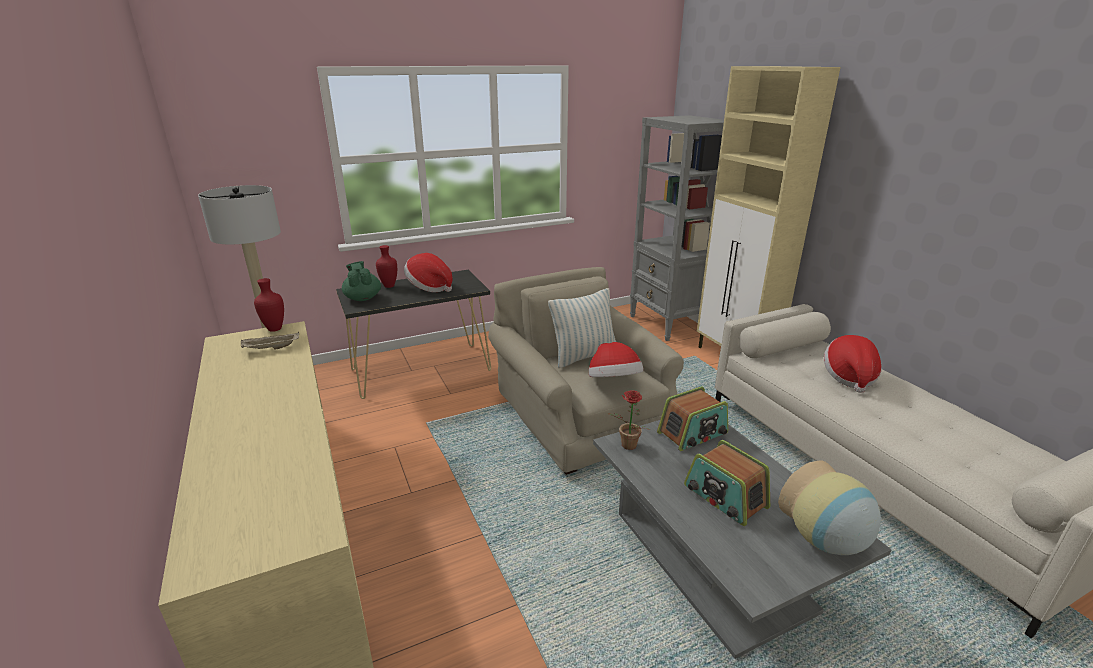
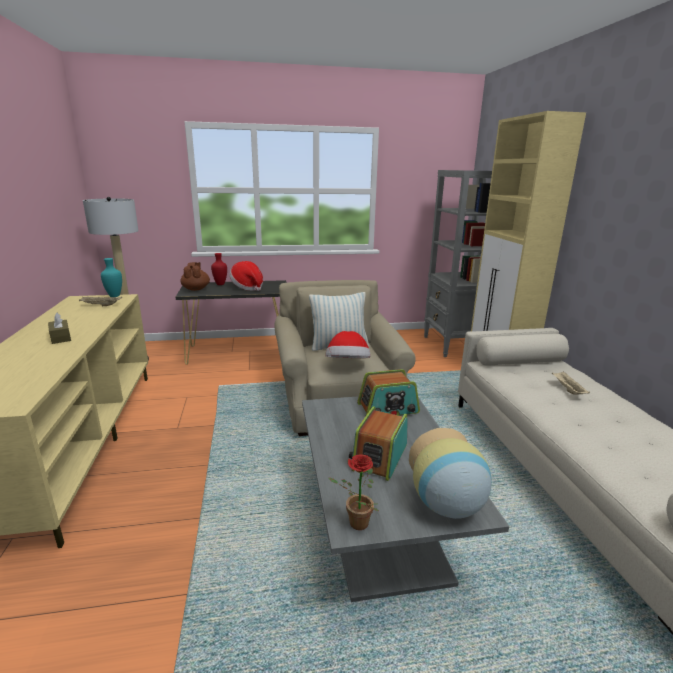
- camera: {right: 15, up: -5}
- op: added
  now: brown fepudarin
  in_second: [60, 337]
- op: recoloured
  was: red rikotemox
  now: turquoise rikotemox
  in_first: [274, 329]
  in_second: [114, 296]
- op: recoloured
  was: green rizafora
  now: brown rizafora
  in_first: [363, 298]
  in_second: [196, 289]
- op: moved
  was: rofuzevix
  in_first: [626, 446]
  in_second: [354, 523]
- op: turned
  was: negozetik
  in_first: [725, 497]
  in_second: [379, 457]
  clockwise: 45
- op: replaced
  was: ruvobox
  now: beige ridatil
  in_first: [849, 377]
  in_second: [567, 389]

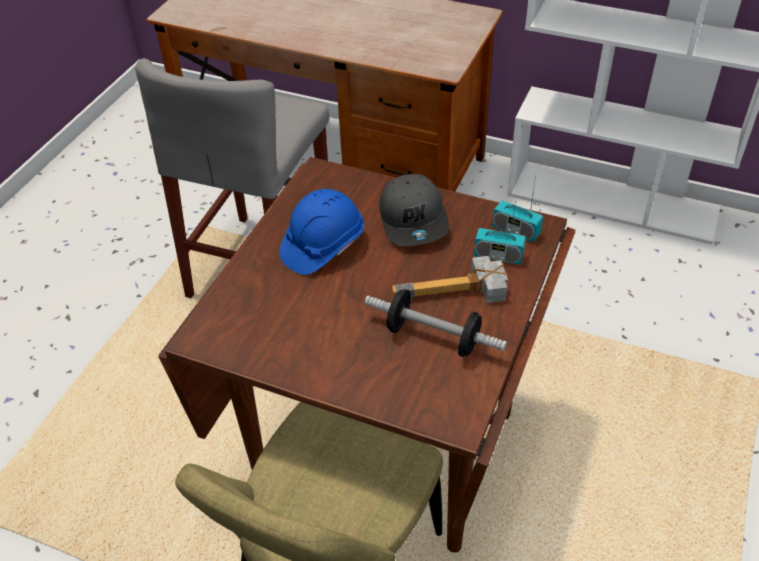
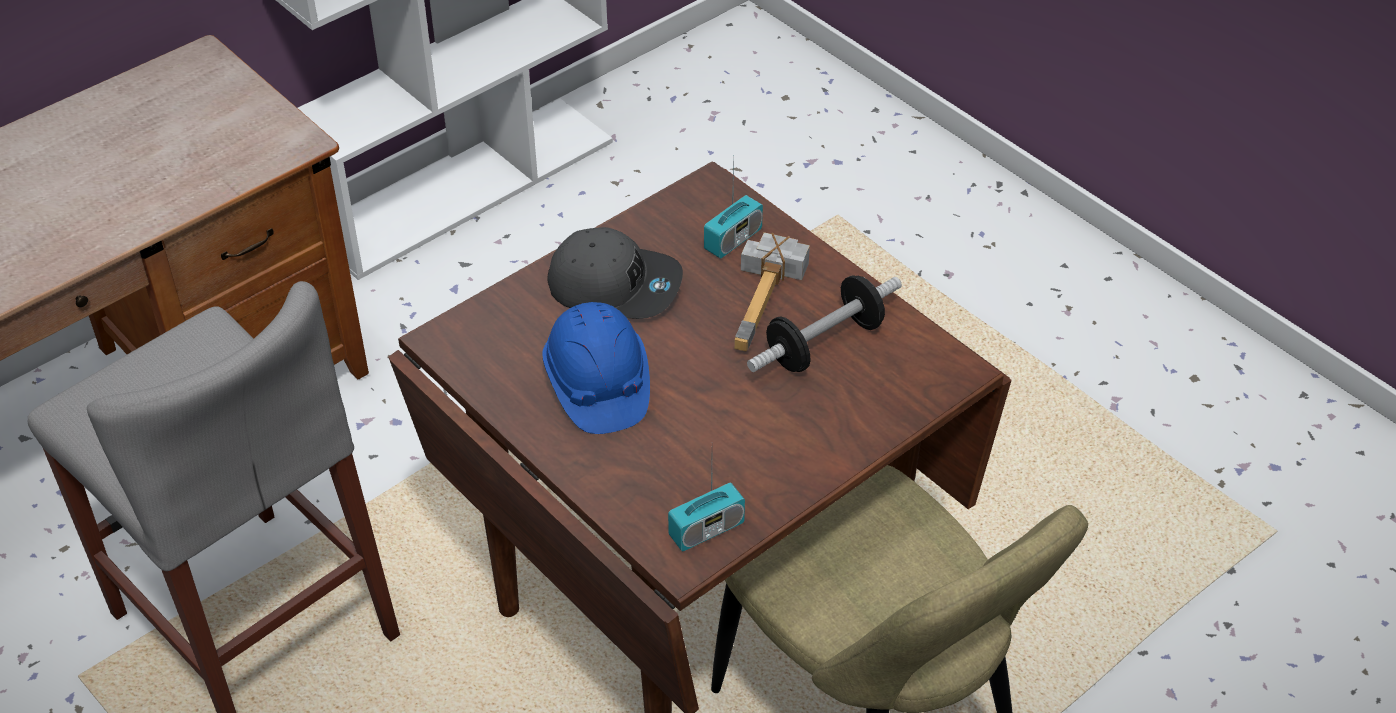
- camera: {right: -65, up: 0}
- op: moved
  was: negozetik
  in_first: [516, 231]
  in_second: [706, 530]

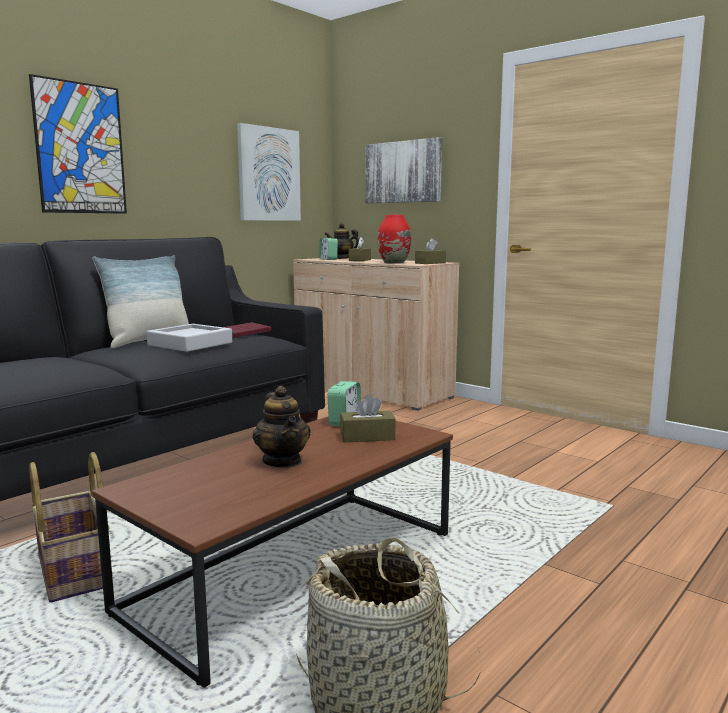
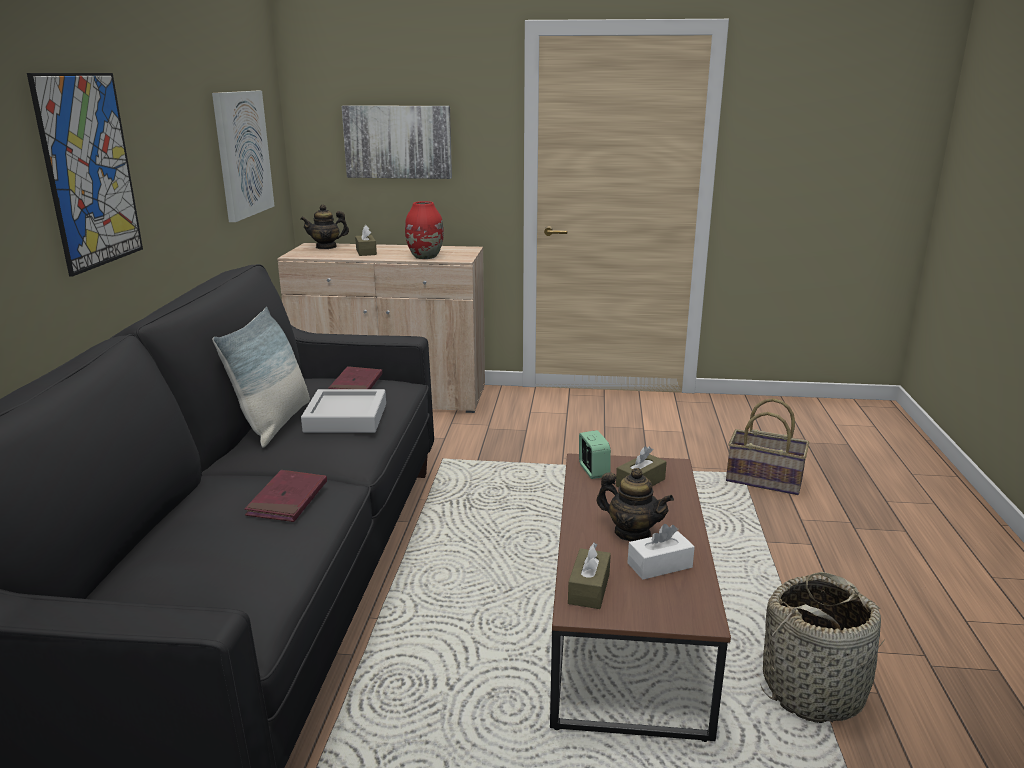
- camera: {right: -35, up: 10}
- op: added
  now: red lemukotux
  in_second: [288, 499]
- op: moved
  was: brown fepudarin
  in_first: [430, 263]
  in_second: [589, 588]
- op: added
  now: white fepudarin
  in_second: [659, 565]
- op: moved
  was: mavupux
  in_first: [76, 571]
  in_second: [764, 480]
- op: removed
  was: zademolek
  in_first: [328, 259]

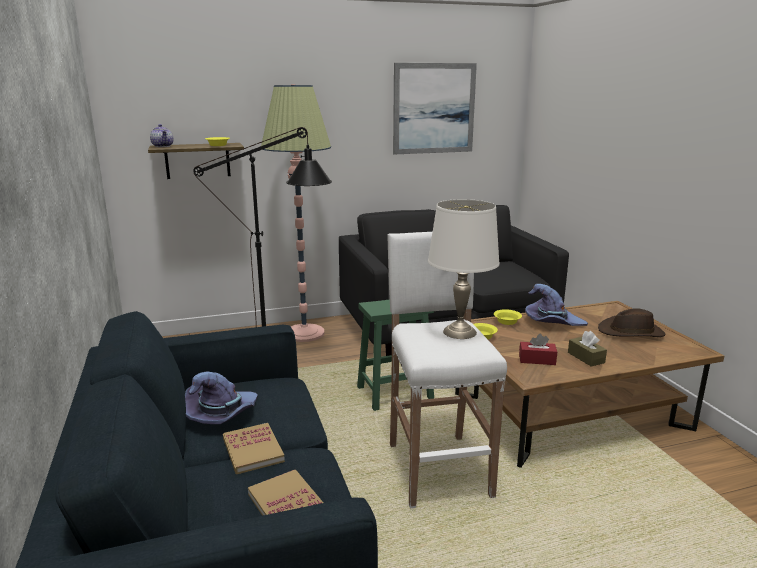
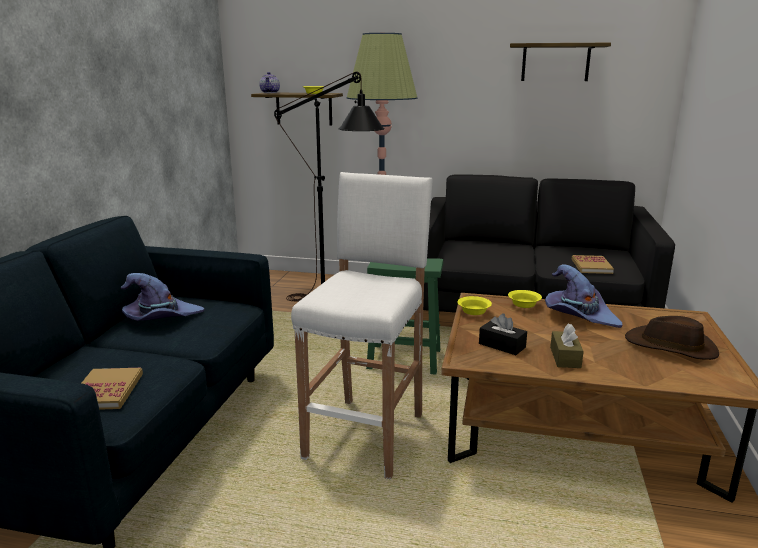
- camera: {right: 30, up: 0}
- op: recoloured
  was: red fepudarin
  now: black fepudarin
  in_first: [537, 360]
  in_second: [502, 345]
- op: replaced
  was: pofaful
  now: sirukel
  in_first: [434, 108]
  in_second: [555, 62]
- op: moved
  was: lemukotux
  in_first: [253, 450]
  in_second: [591, 266]
- op: removed
  was: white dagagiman
  in_first: [460, 332]

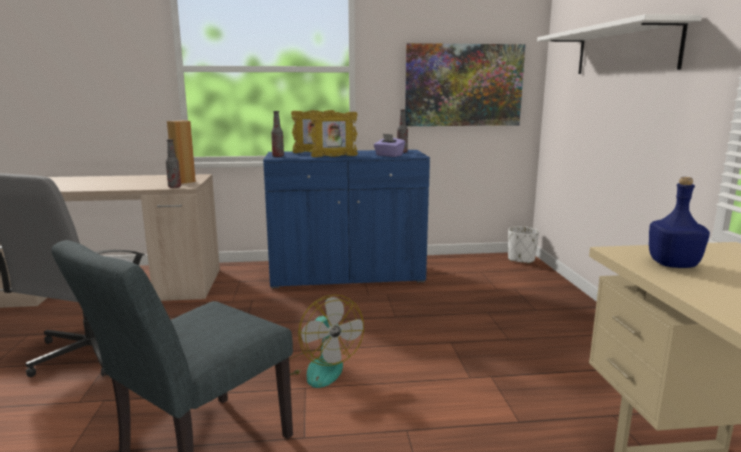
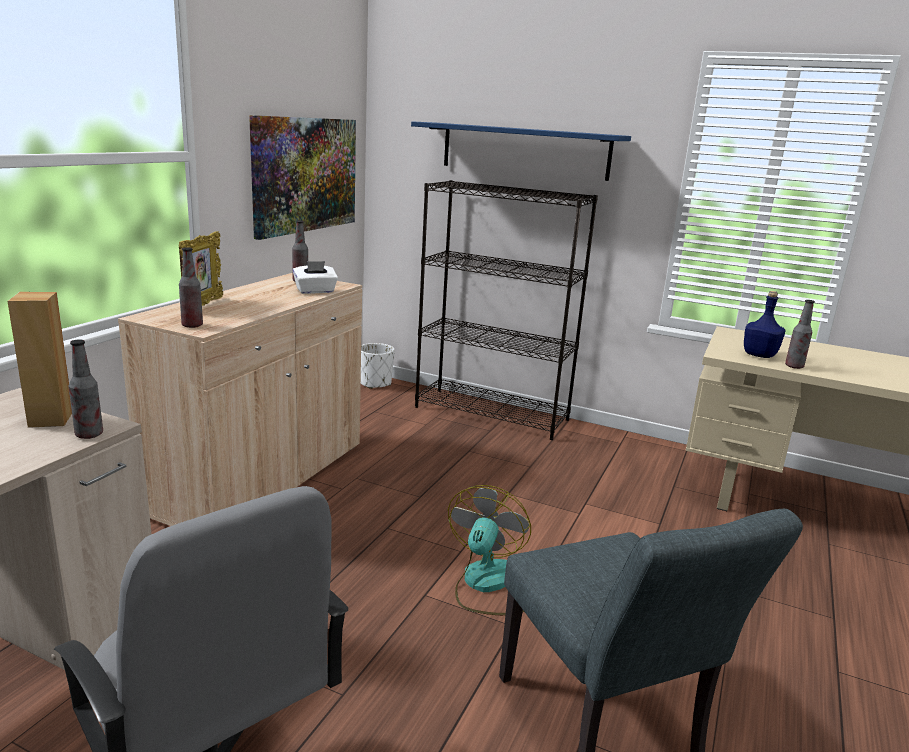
- camera: {right: -60, up: 5}
- op: recoloured
  was: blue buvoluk
  now: beige buvoluk
  in_first: [347, 275]
  in_second: [262, 478]
- op: recoloured
  was: purple fepudarin
  now: white fepudarin
  in_first: [389, 155]
  in_second: [315, 291]
- op: recoloured
  was: white sirukel
  now: blue sirukel
  in_first: [624, 50]
  in_second: [524, 151]
- op: added
  now: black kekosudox
  in_second: [492, 413]
- op: turned
  was: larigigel
  in_first: [319, 367]
  in_second: [488, 585]
  clockwise: -75
- op: added
  now: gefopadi
  in_second: [794, 366]
- op: removed
  was: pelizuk
  in_first: [334, 157]

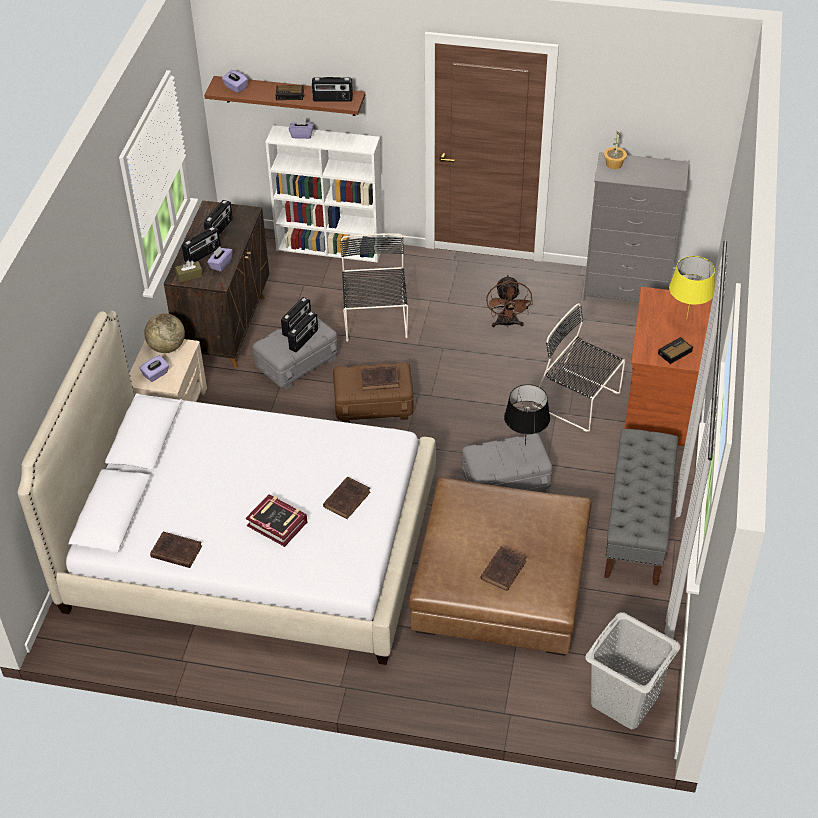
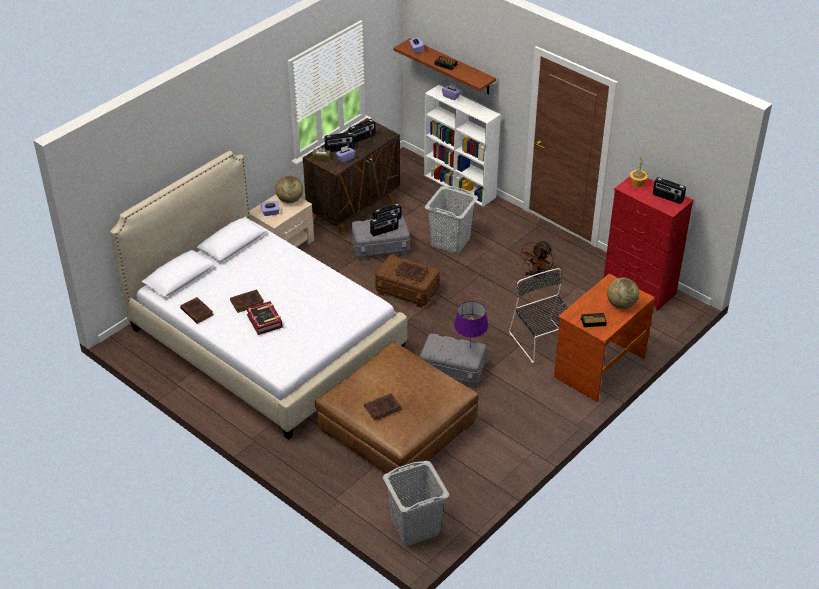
- camera: {right: 30, up: -5}
- op: moved
  was: brown lemukotux
  in_first: [347, 499]
  in_second: [248, 302]
- op: replaced
  was: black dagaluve
  now: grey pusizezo
  in_first: [375, 321]
  in_second: [450, 242]
- op: recoloured
  was: black dagagiman
  now: purple dagagiman
  in_first: [524, 445]
  in_second: [470, 348]
- op: recoloured
  was: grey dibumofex
  now: red dibumofex
  in_first: [627, 291]
  in_second: [639, 288]
- op: replaced
  was: yellow dagagiman
  now: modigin
  in_first: [686, 319]
  in_second: [621, 305]
- op: moved
  was: negozetik
  in_first: [332, 99]
  in_second: [667, 198]
- op: removed
  was: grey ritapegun
  in_first: [637, 526]

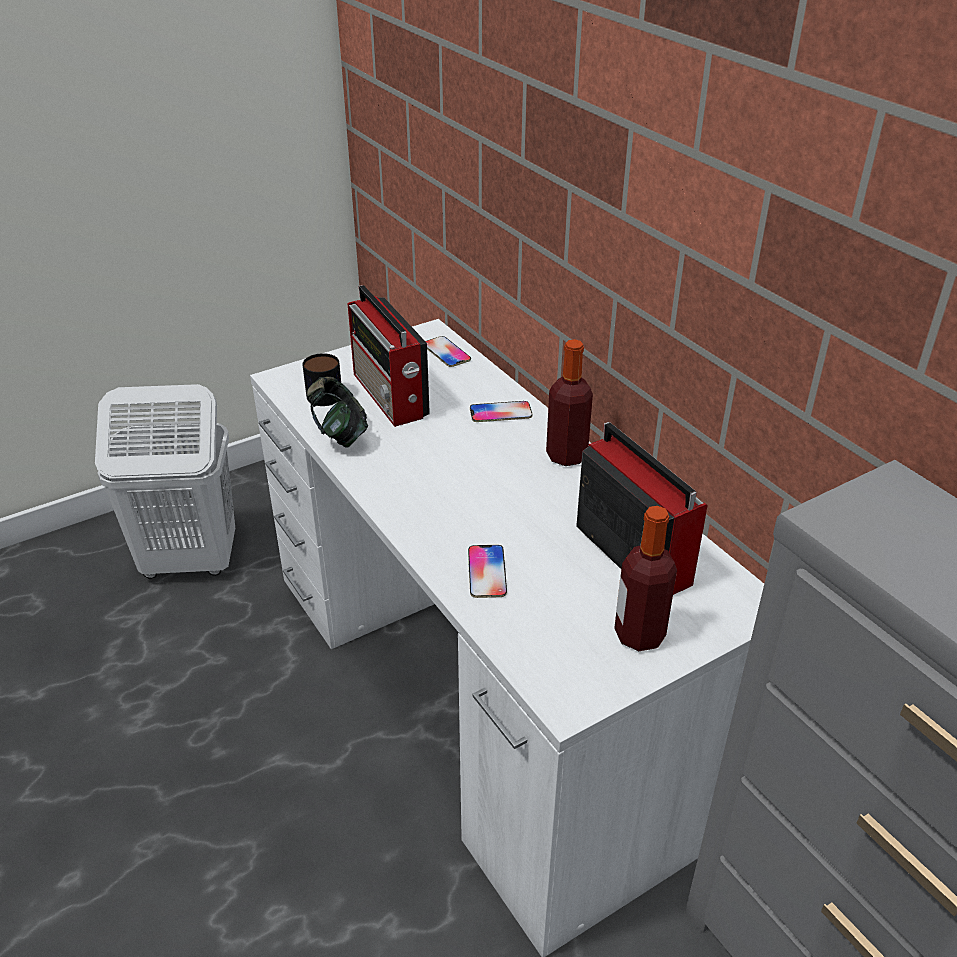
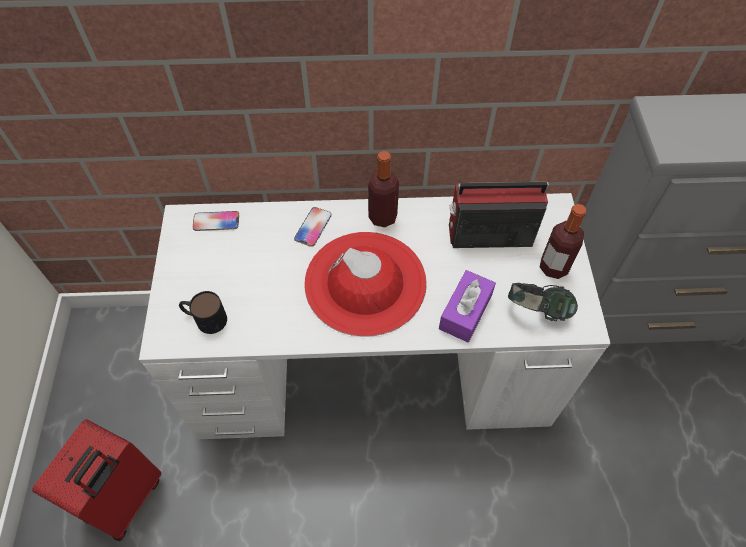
- camera: {right: -60, up: 20}
- op: replaced
  was: white pusizezo
  now: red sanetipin
  in_first: [189, 561]
  in_second: [126, 499]
- op: added
  now: red ruvobox
  in_second: [365, 283]
- op: replaced
  was: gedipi
  now: purple fepudarin
  in_first: [487, 572]
  in_second: [465, 312]
- op: moved
  was: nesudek
  in_first: [340, 434]
  in_second: [537, 311]
- op: removed
  was: negozetik
  in_first: [390, 396]

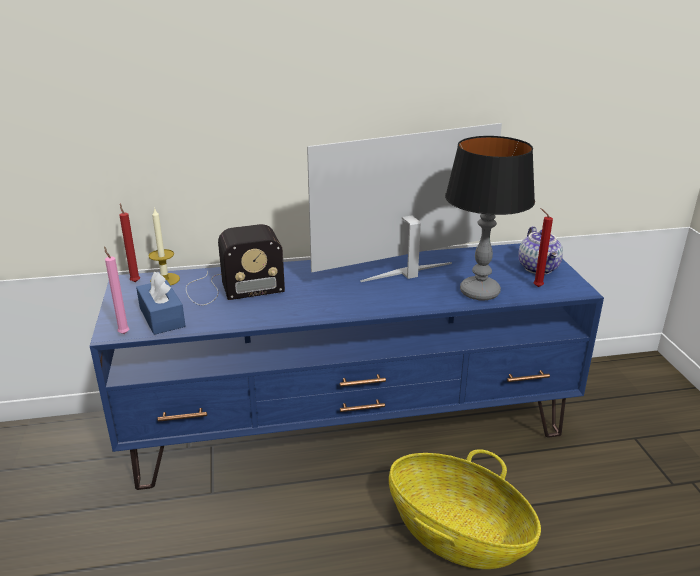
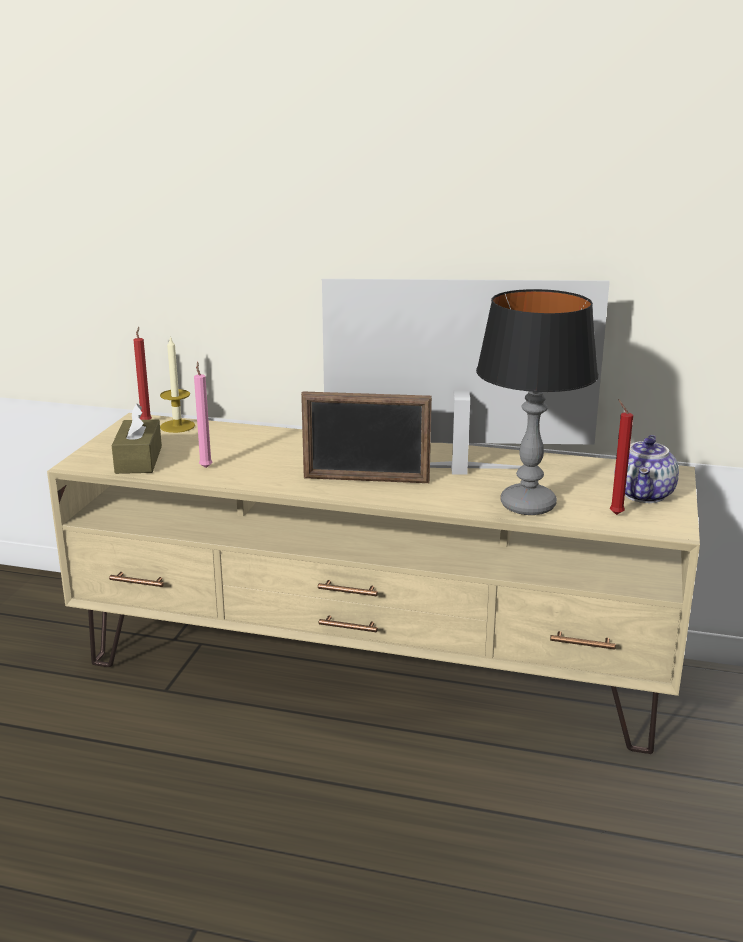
- camera: {right: 25, up: -5}
- op: recoloured
  was: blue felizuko
  now: beige felizuko
  in_first: [351, 426]
  in_second: [374, 666]
- op: recoloured
  was: blue fepudarin
  now: brown fepudarin
  in_first: [162, 317]
  in_second: [138, 459]
- op: moved
  was: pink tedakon
  in_first: [123, 333]
  in_second: [206, 467]
- op: added
  now: pelizuk
  in_second: [366, 480]
- op: removed
  was: negozetik
  in_first: [231, 288]
- op: removed
  was: mavupux
  in_first: [457, 534]

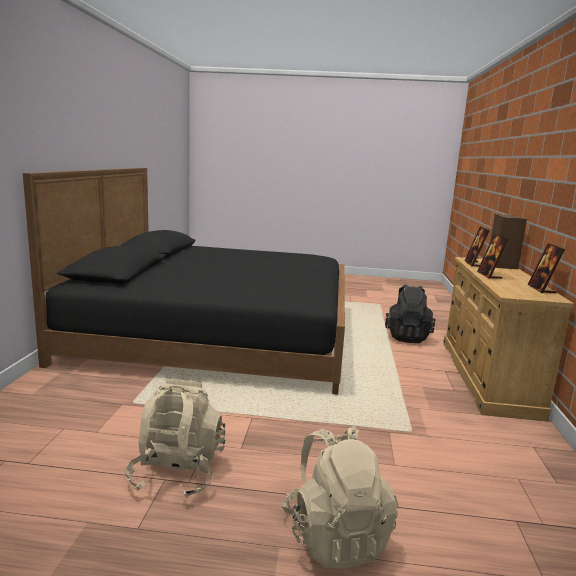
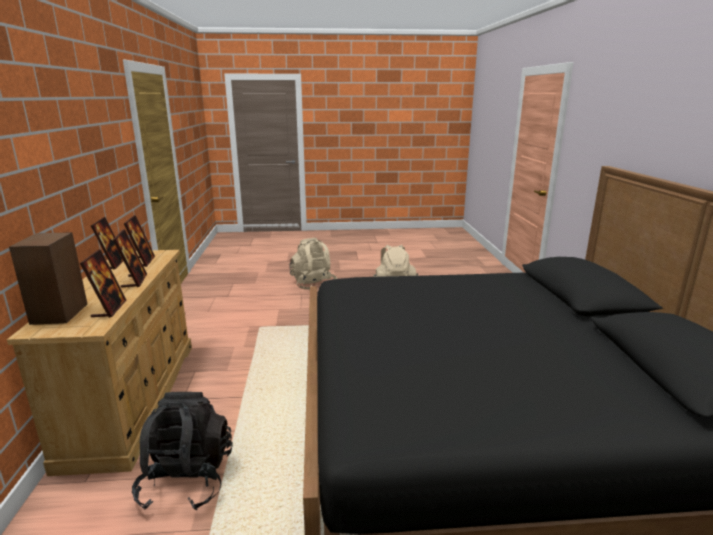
- camera: {right: 170, up: 5}
- op: added
  now: pelizuk
  in_second: [143, 262]

